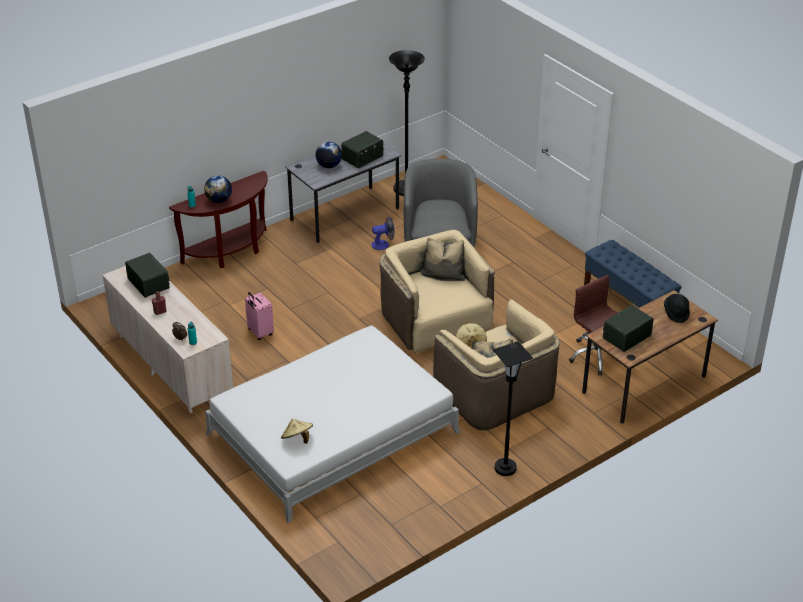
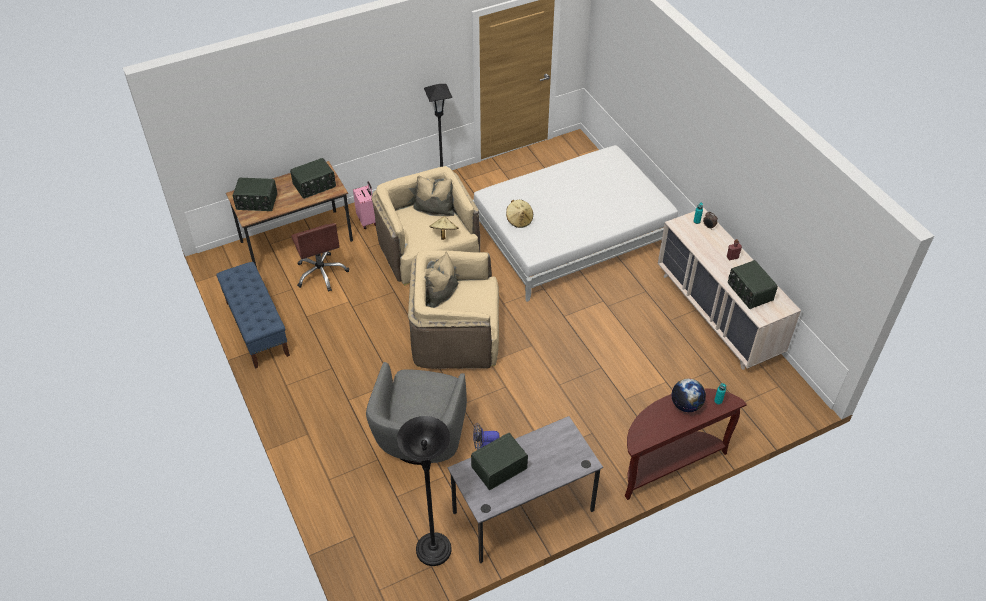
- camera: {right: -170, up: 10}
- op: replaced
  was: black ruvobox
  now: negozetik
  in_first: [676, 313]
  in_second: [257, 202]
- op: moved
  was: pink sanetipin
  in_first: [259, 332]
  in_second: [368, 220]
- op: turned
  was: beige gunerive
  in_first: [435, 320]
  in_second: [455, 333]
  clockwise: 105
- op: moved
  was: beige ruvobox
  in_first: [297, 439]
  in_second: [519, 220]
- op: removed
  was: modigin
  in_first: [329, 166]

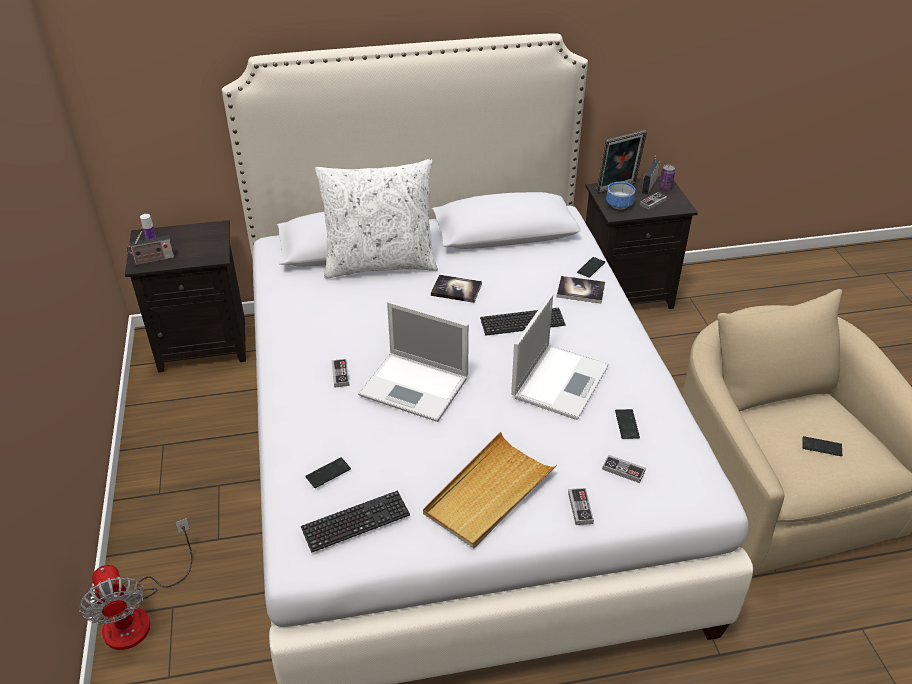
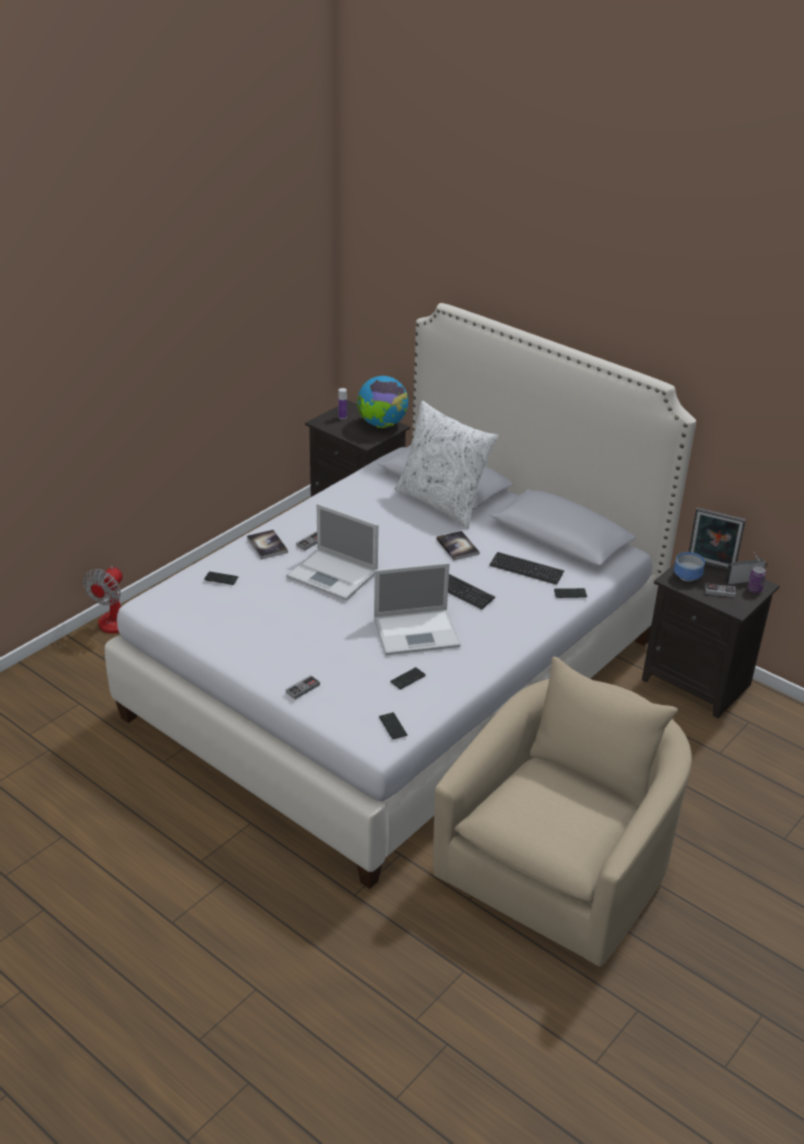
- camera: {right: 50, up: -5}
- op: moved
  was: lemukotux
  in_first: [580, 291]
  in_second: [267, 545]
- op: turned
  was: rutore
  in_first: [416, 387]
  in_second: [334, 575]
  clockwise: -45
- op: added
  now: modigin
  in_second: [382, 425]
- op: moved
  was: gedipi
  in_first: [821, 447]
  in_second: [392, 726]
- op: moved
  was: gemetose
  in_first: [356, 522]
  in_second: [526, 569]
- op: removed
  was: negozetik
  in_first: [152, 260]
- op: removed
  was: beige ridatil
  in_first: [488, 493]
- op: removed
  was: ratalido
  in_first: [623, 470]

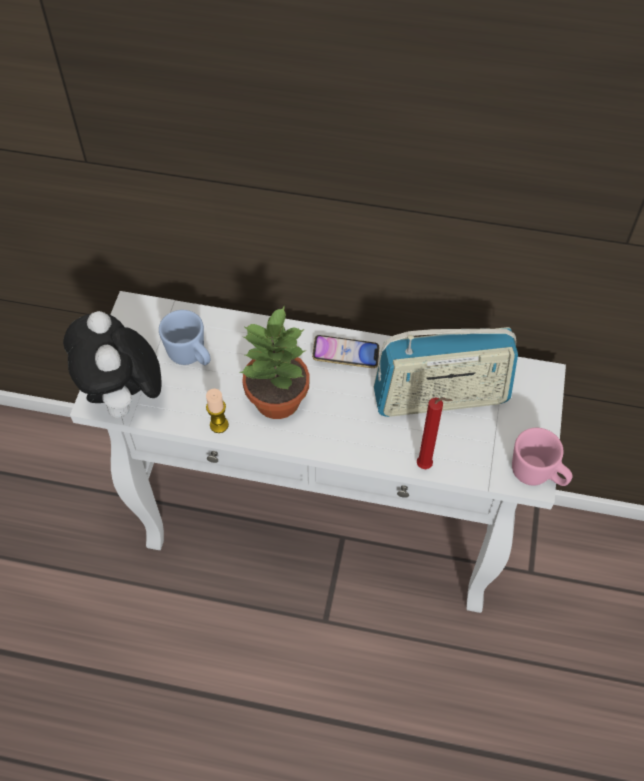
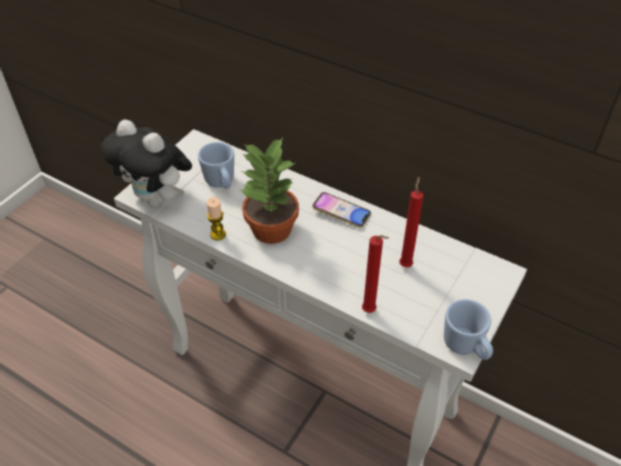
- camera: {right: 20, up: -10}
- op: turned
  was: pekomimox
  in_first: [125, 400]
  in_second: [158, 199]
  clockwise: -60
- op: replaced
  was: negozetik
  now: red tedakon
  in_first: [441, 397]
  in_second: [405, 264]
- op: recoloured
  was: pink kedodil
  now: blue kedodil
  in_first: [537, 475]
  in_second: [466, 347]

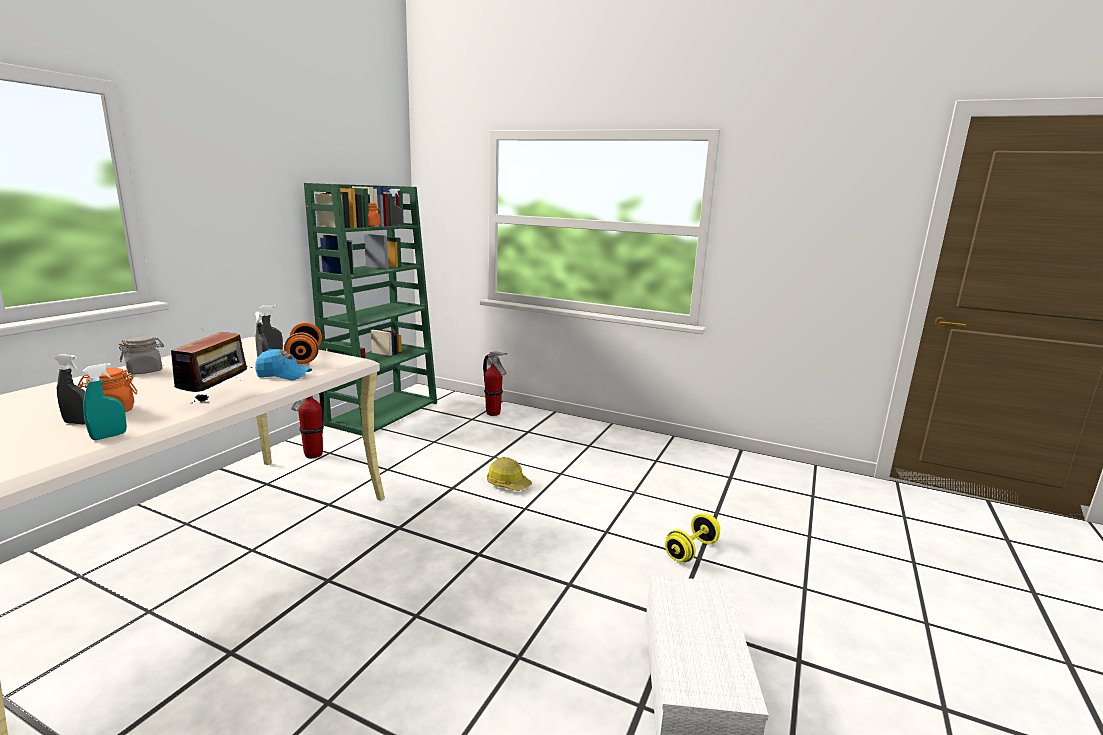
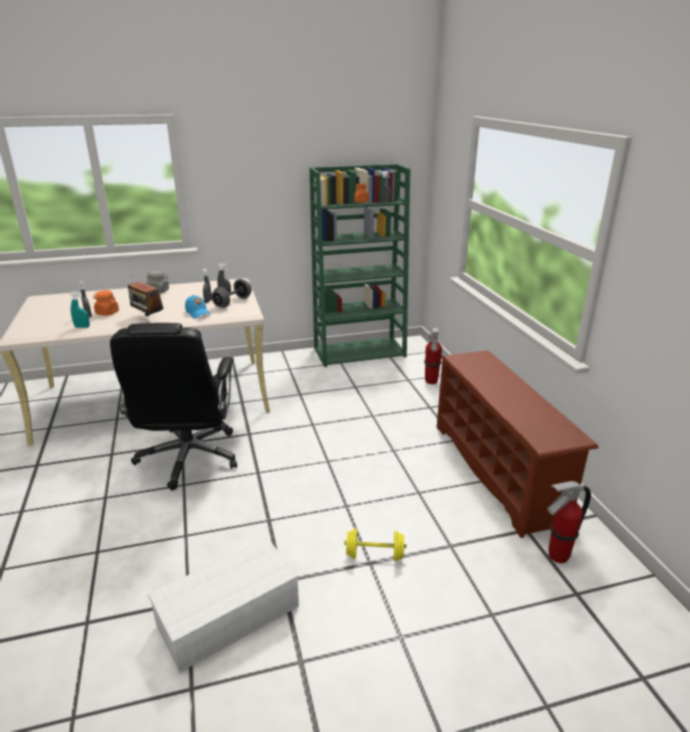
- camera: {right: 50, up: 10}
- op: added
  now: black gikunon
  in_second: [188, 458]
- op: turned
  was: negozetik
  in_first: [217, 398]
  in_second: [148, 319]
  clockwise: 75
- op: recoloured
  was: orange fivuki
  now: grey fivuki
  in_first: [305, 357]
  in_second: [232, 302]
- op: added
  now: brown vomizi
  in_second: [498, 471]
- op: moved
  was: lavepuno
  in_first: [313, 455]
  in_second: [557, 556]
- op: removed
  was: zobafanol
  in_first: [508, 483]

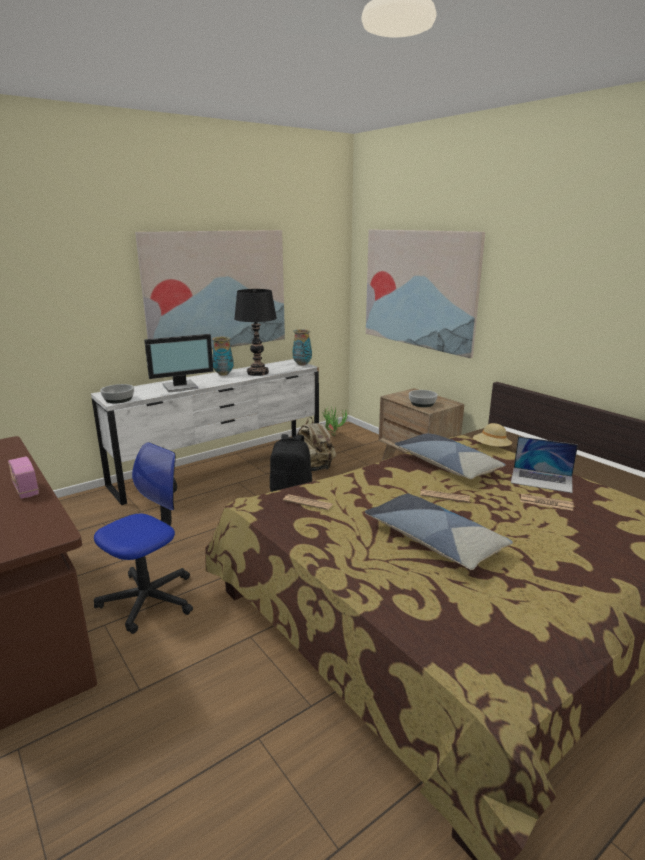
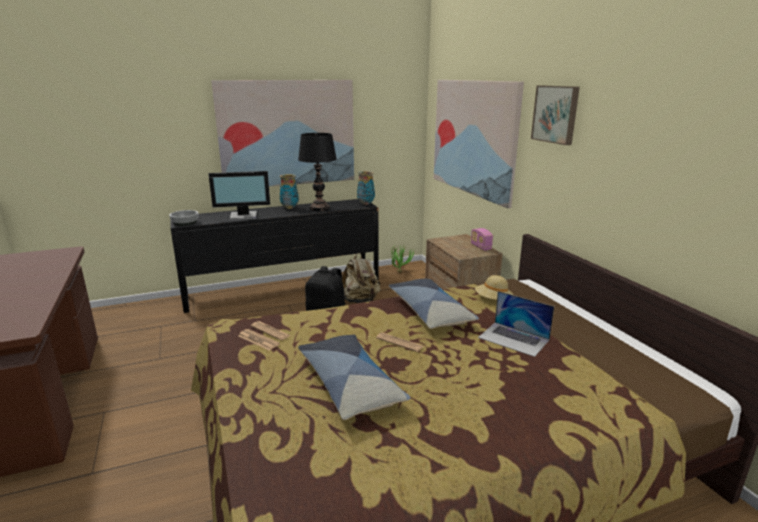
- camera: {right: 15, up: 0}
- op: recoloured
  was: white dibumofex
  now: black dibumofex
  in_first: [220, 466]
  in_second: [283, 289]
- op: moved
  was: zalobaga
  in_first: [546, 503]
  in_second: [258, 340]
- op: moved
  was: negozetik
  in_first: [26, 490]
  in_second: [481, 247]
- op: added
  now: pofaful
  in_second: [556, 114]
- op: removed
  was: gikunon
  in_first: [148, 600]
- op: removed
  was: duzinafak
  in_first: [422, 403]

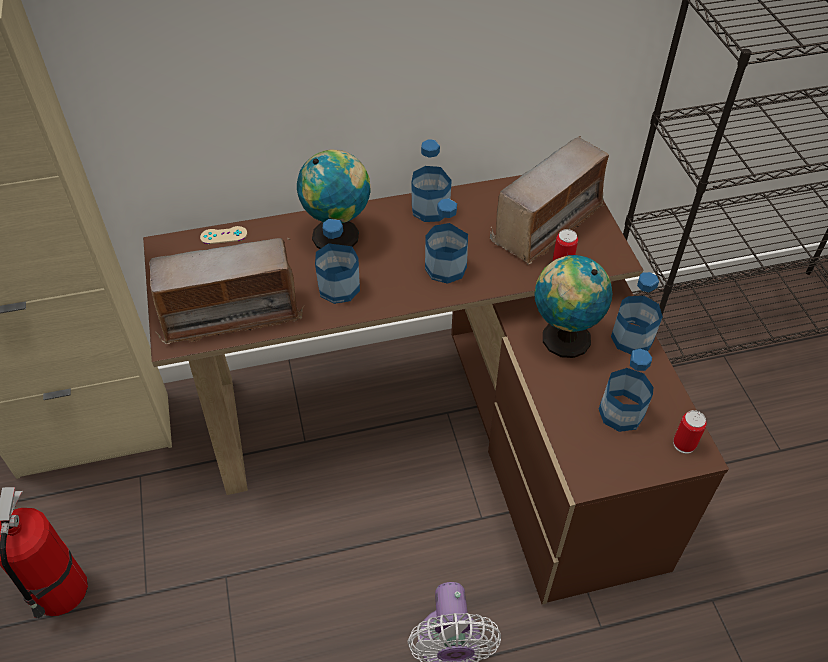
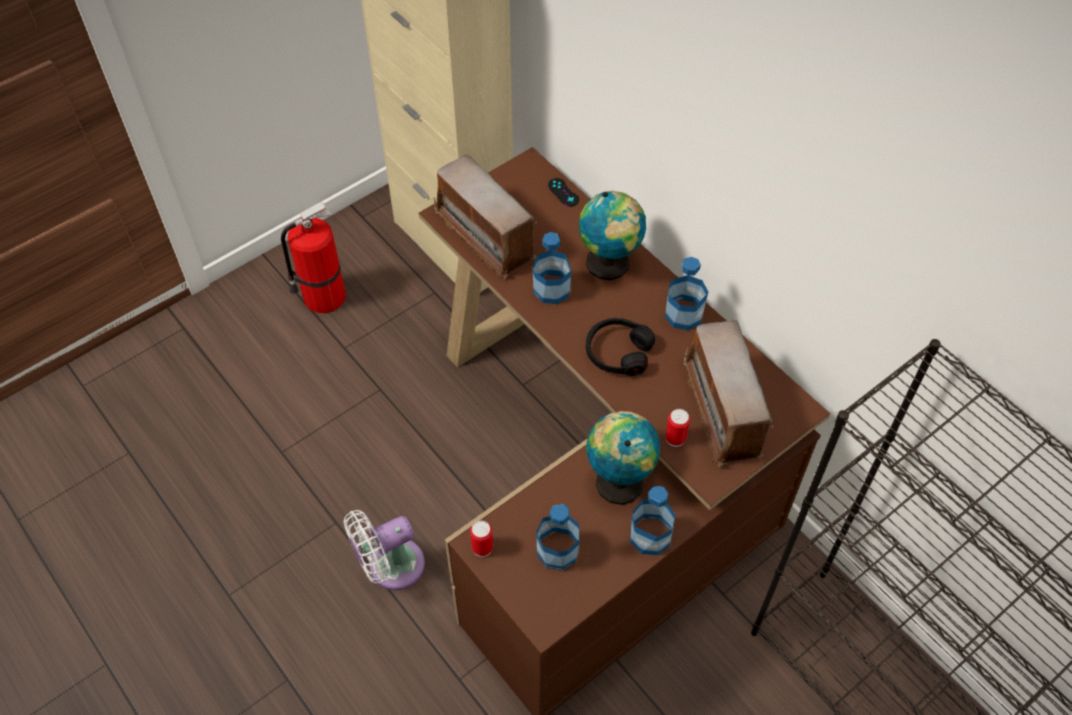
- camera: {right: 65, up: 5}
- op: moved
  was: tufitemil
  in_first: [684, 444]
  in_second: [482, 547]
- op: recoloured
  was: beige ratalido
  now: black ratalido
  in_first: [223, 235]
  in_second: [563, 192]
- op: replaced
  was: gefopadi
  now: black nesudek
  in_first: [445, 268]
  in_second: [618, 352]
- op: turned
  was: negozetik
  in_first: [548, 223]
  in_second: [723, 410]
  clockwise: 60

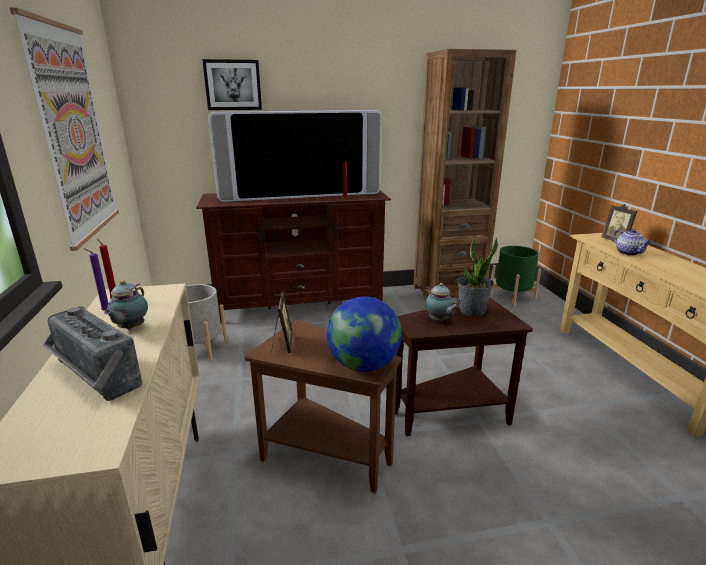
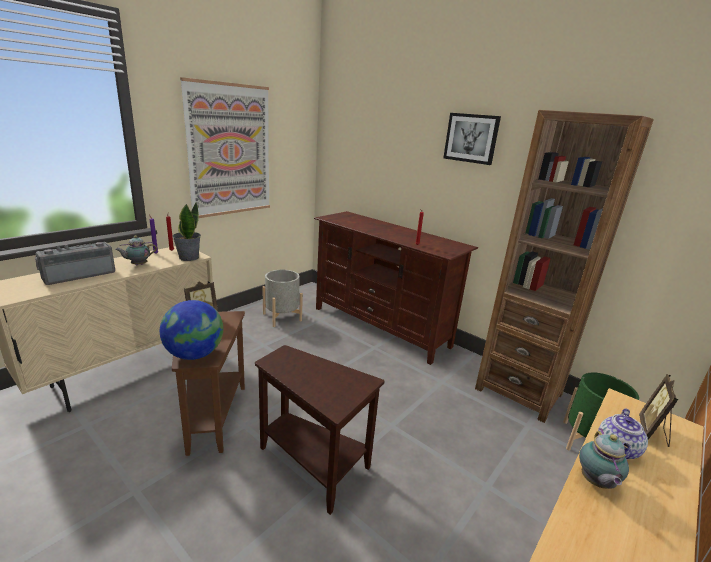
- camera: {right: 50, up: 0}
- op: turned
  was: negozetik
  in_first: [93, 377]
  in_second: [79, 275]
  clockwise: 45
- op: moved
  was: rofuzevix
  in_first: [472, 311]
  in_second: [188, 257]
- op: moved
  was: pofaful
  in_first: [233, 85]
  in_second: [471, 138]
- op: moved
  was: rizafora
  in_first: [439, 320]
  in_second: [595, 483]
- op: removed
  was: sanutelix
  in_first: [301, 196]

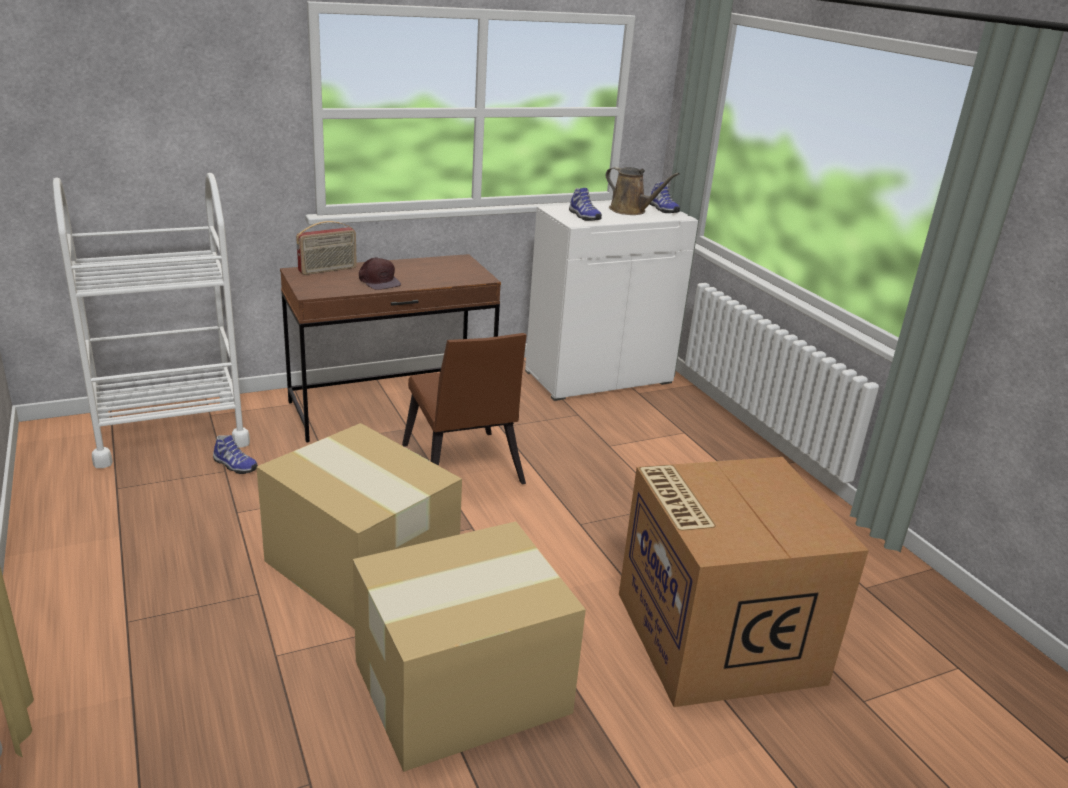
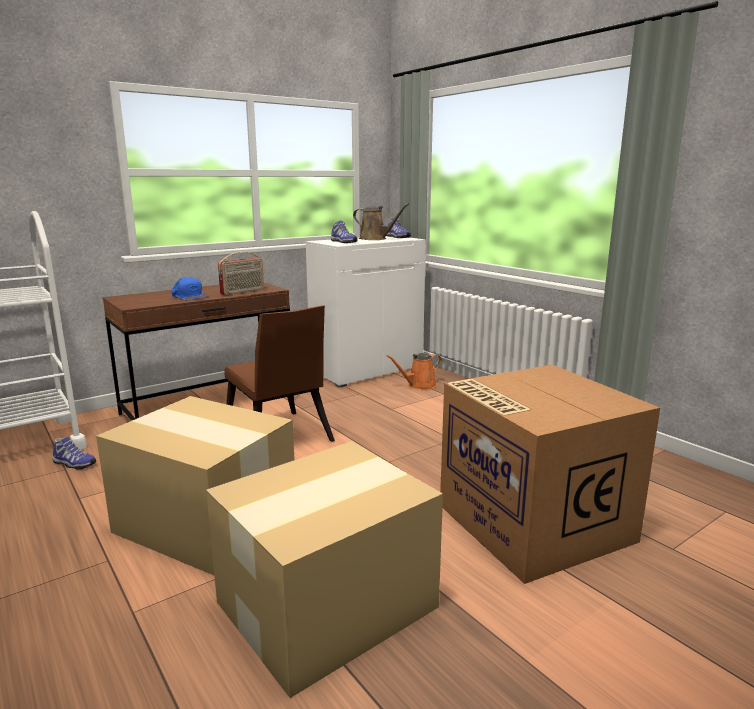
- camera: {right: -10, up: -10}
- op: recoloured
  was: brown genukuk
  now: blue genukuk
  in_first: [378, 281]
  in_second: [189, 296]
- op: moved
  was: negozetik
  in_first: [328, 270]
  in_second: [243, 292]
- op: added
  now: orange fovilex
  in_second: [419, 385]

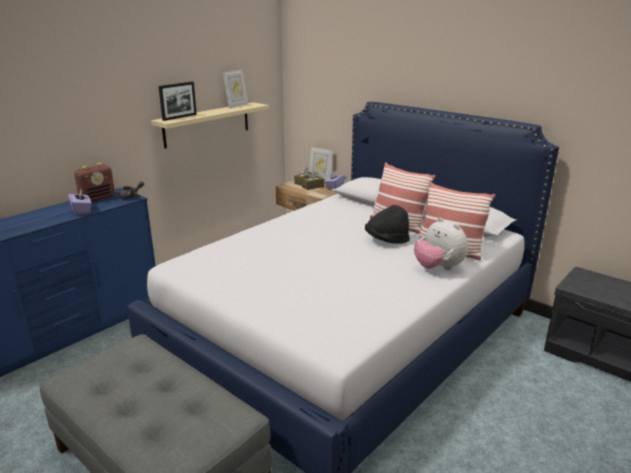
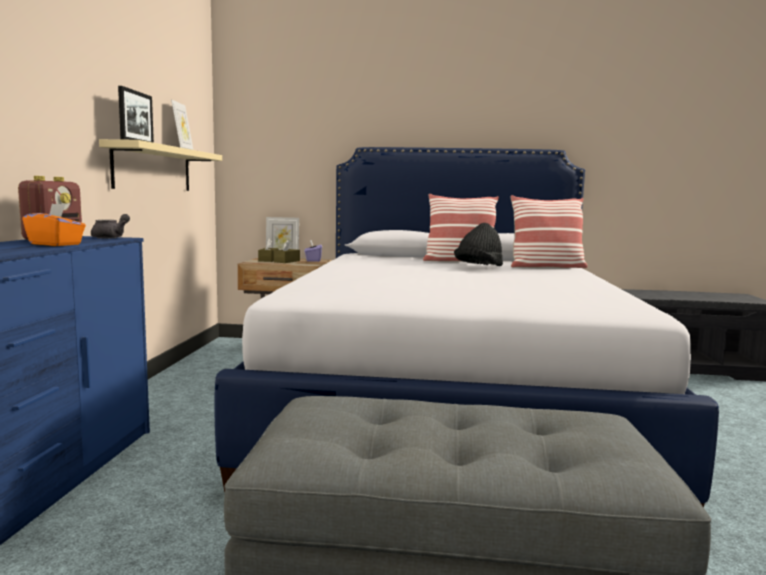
- camera: {right: -35, up: -15}
- op: recoloured
  was: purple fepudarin
  now: orange fepudarin
  in_first: [82, 211]
  in_second: [56, 244]
- op: removed
  was: pekomimox
  in_first: [438, 268]

